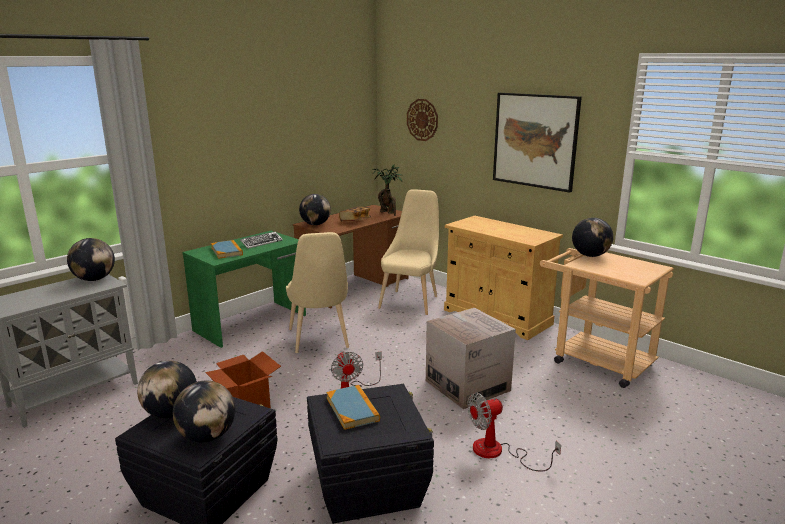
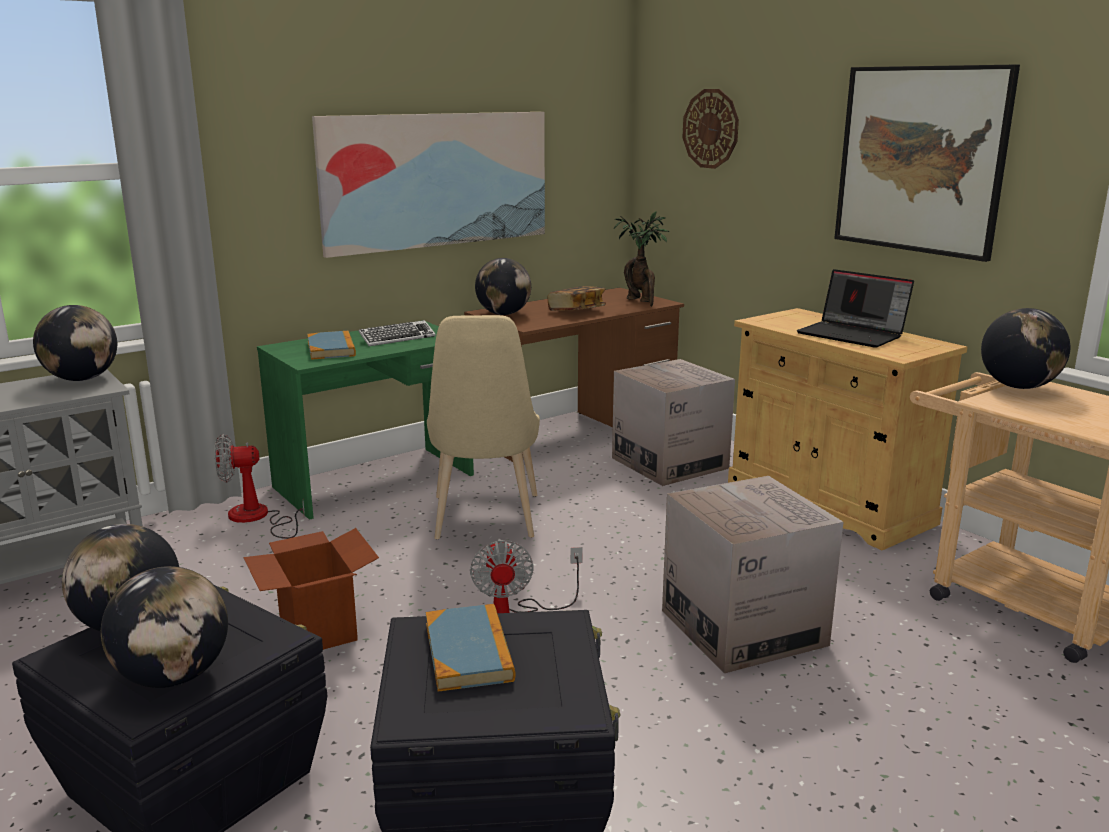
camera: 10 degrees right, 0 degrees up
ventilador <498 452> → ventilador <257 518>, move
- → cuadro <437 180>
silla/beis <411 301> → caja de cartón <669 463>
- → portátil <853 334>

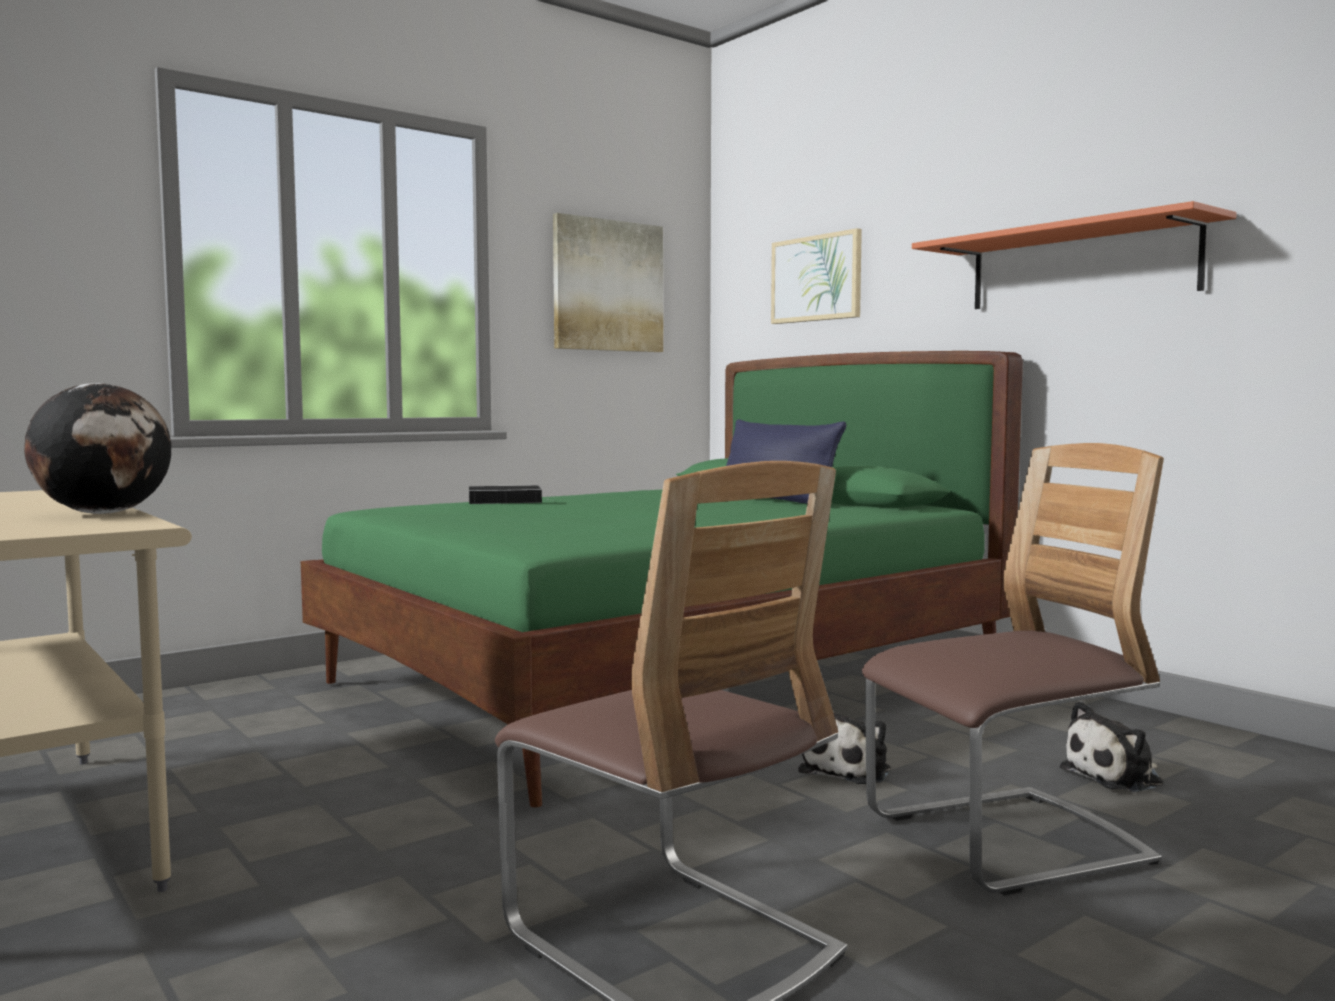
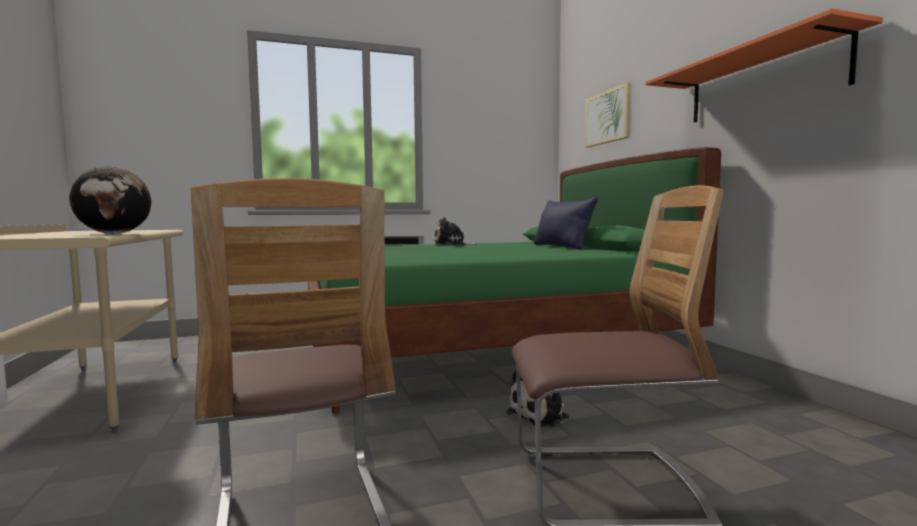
camera: 20 degrees right, 0 degrees up
peluche <1116 776> → peluche <452 245>, move
cuadro <607 286> → -

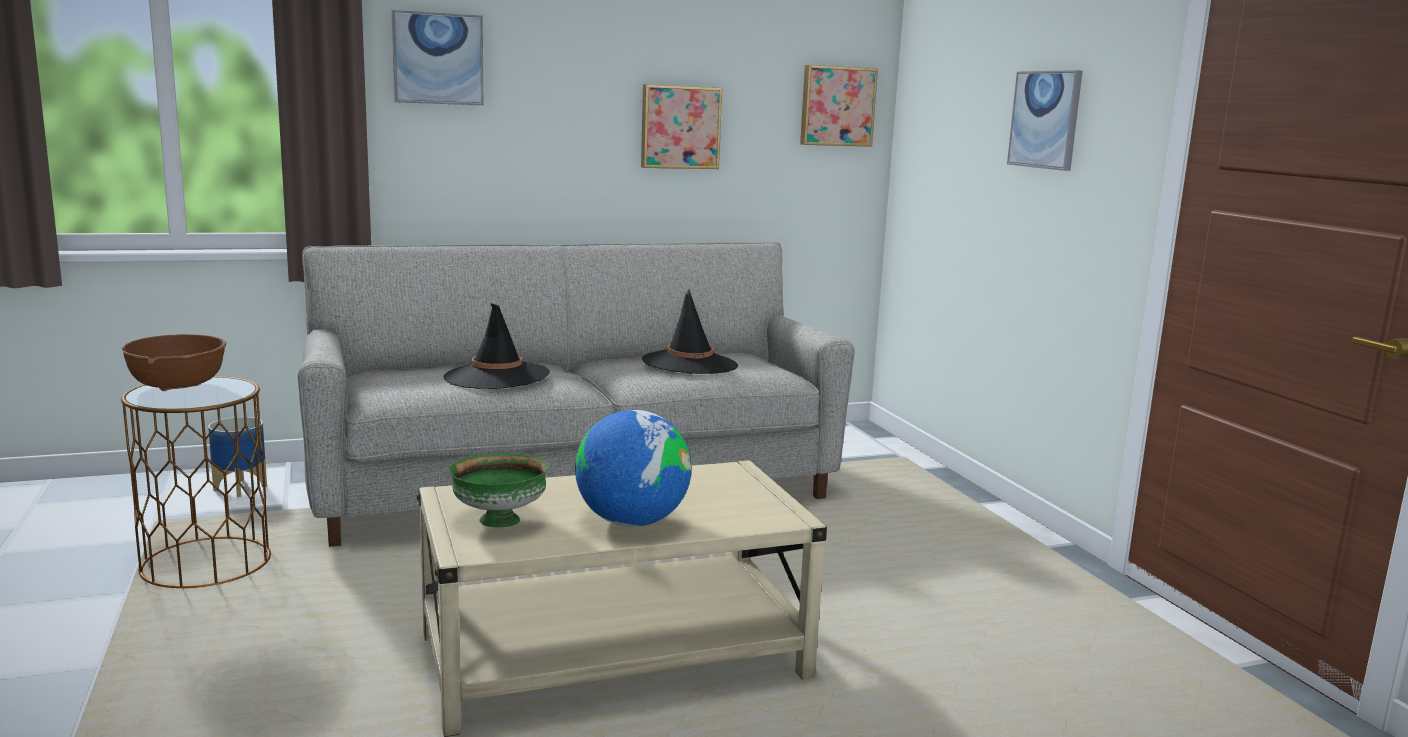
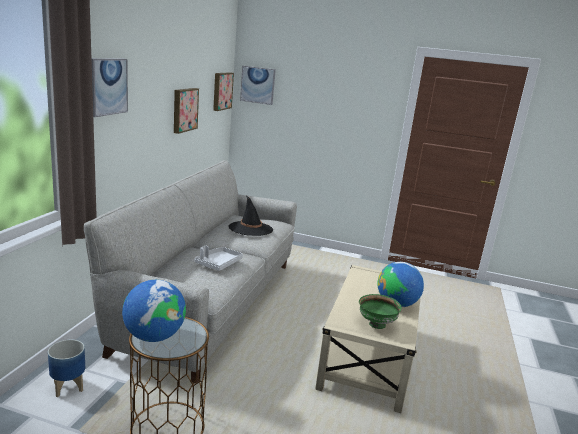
camera: 55 degrees left, 5 degrees up
cuenco/marrón <178 386> → globo terráqueo <154 336>
sombrero/negro <496 376> → bandeja/gris <218 264>
cuadro <1045 119> → cuadro <257 85>, move

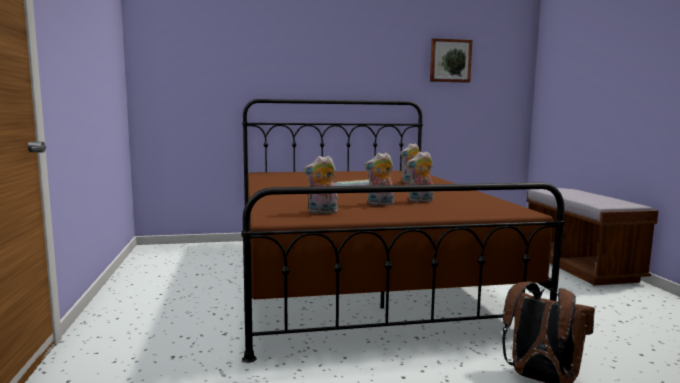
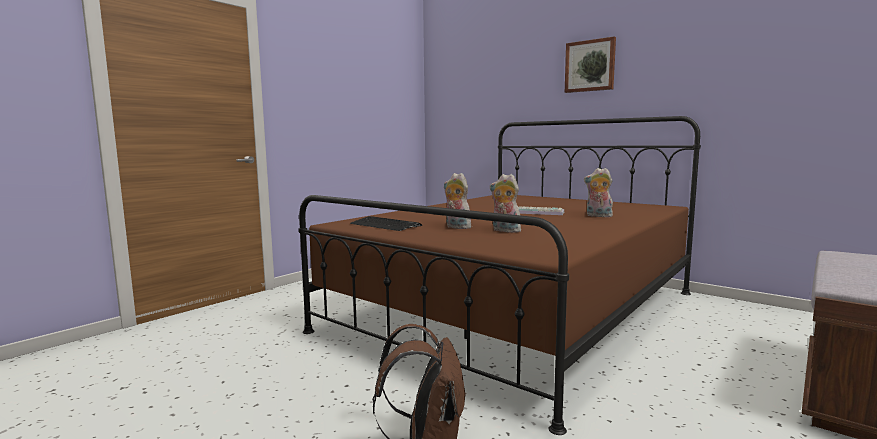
camera: 50 degrees right, 0 degrees up
peluche <322 212> → teclado <385 225>
cuadro <450 61> → cuadro <590 66>, move

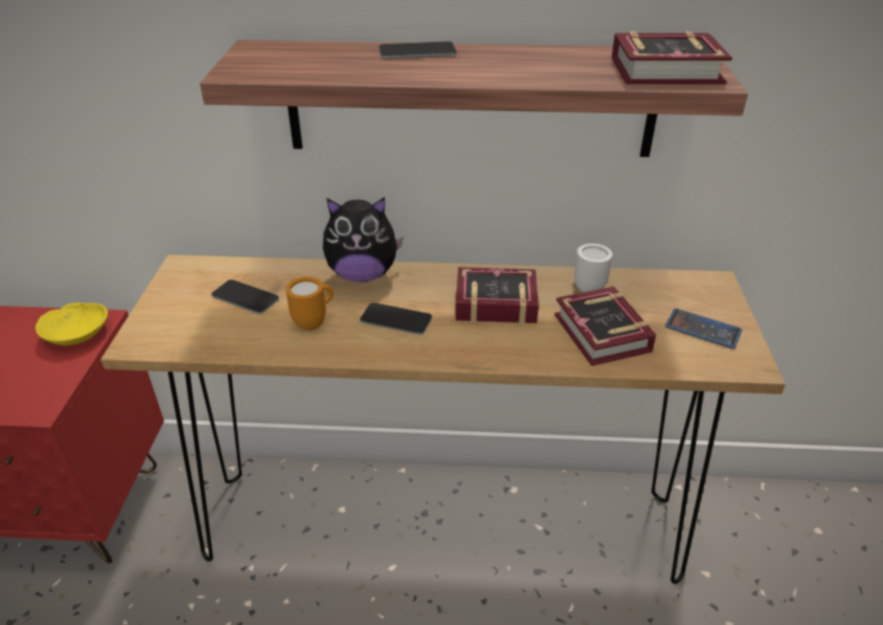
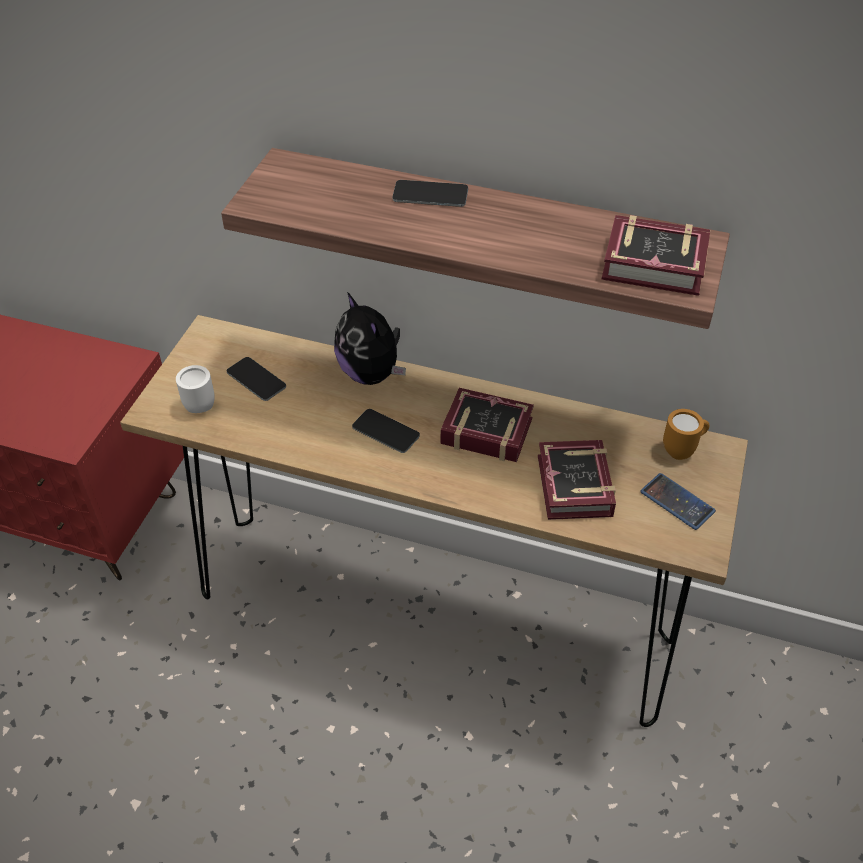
camera: 15 degrees right, 10 degrees up
taza grande/blanco <586 285> → taza grande/blanco <199 403>, move
peluche <362 274> → peluche <371 373>, 45 degrees clockwise
taza grande/naranja <314 322> → taza grande/naranja <682 450>, move
cuenco/amarillo <76 333> → -

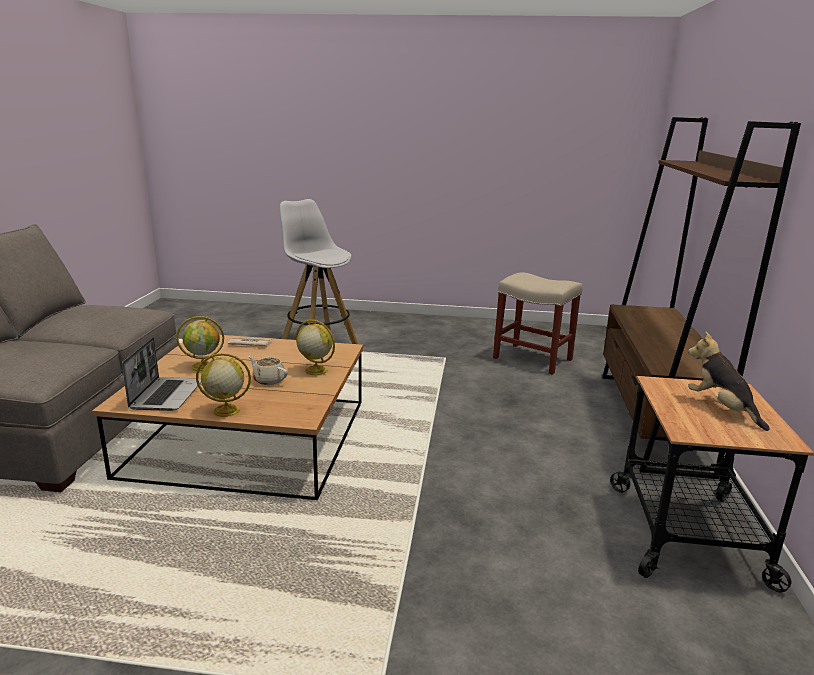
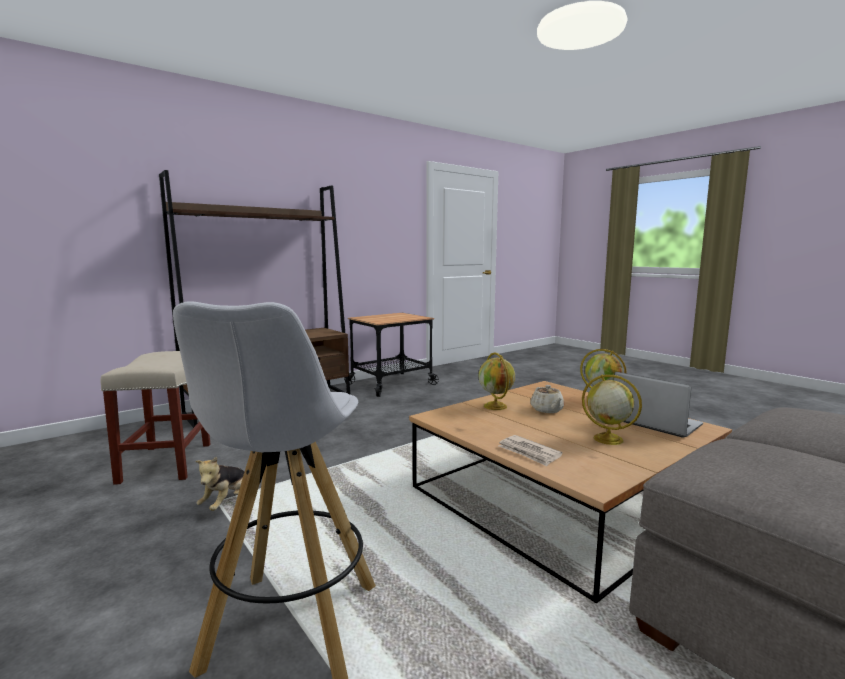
camera: 135 degrees left, 10 degrees down
peluche <721 409> → peluche <227 502>, move
portátil <166 395> → portátil <654 423>, 90 degrees clockwise

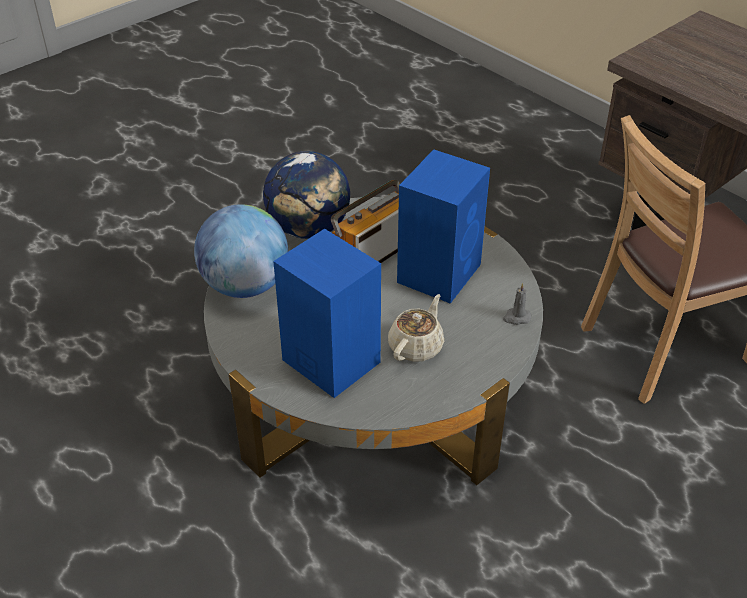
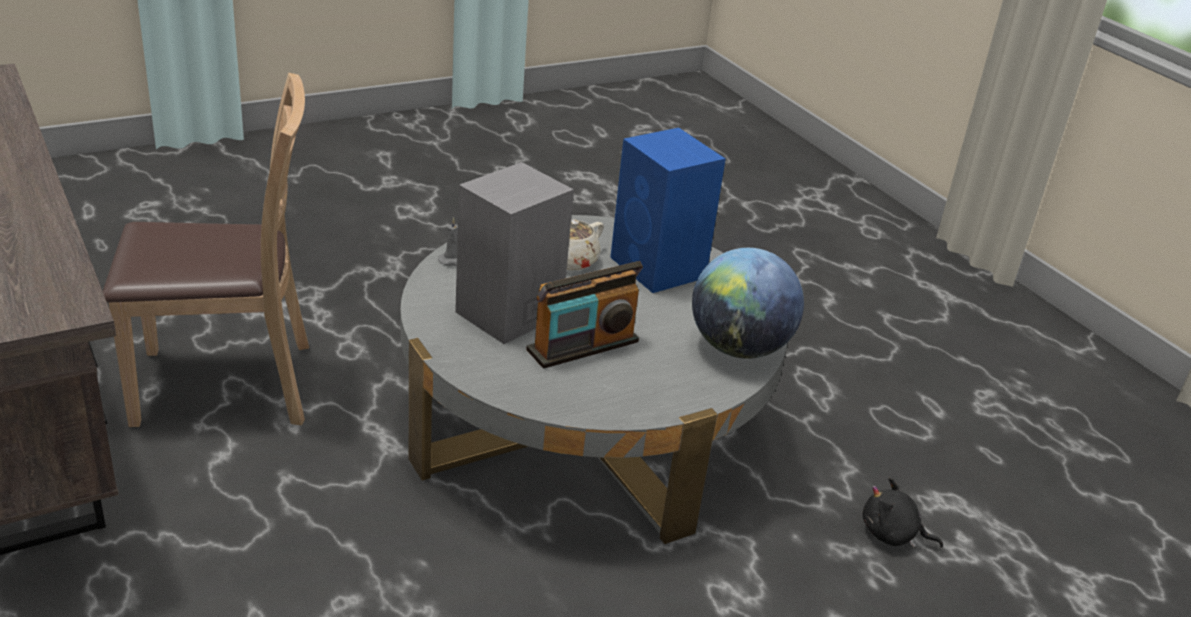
camera: 170 degrees left, 10 degrees down
altavoz/azul <440 272> → altavoz/gris <507 314>
- → peluche/negro <892 535>
globo terráqueo <309 229> → -

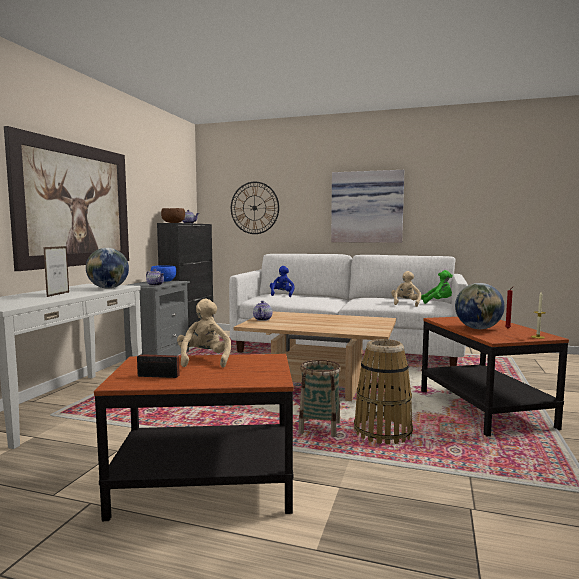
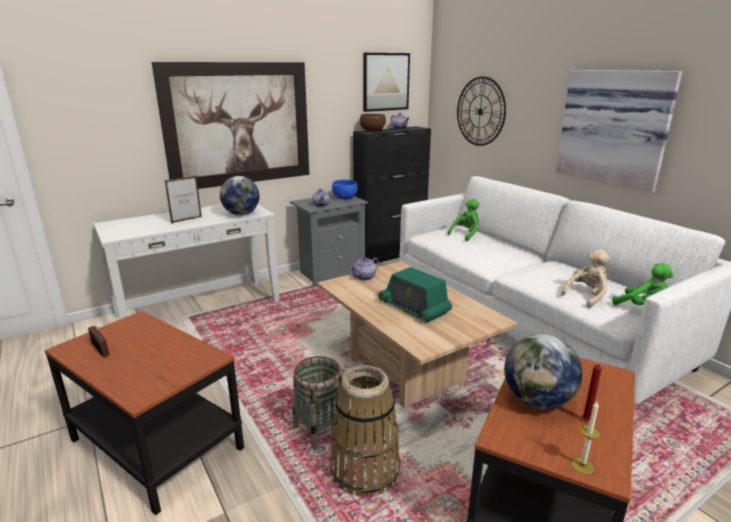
camera: 40 degrees right, 15 degrees up
- → cuadro <386 82>
- → radio <414 308>
peluche/azul <282 295> → peluche/verde <465 234>
peluche/beis <204 360> → -

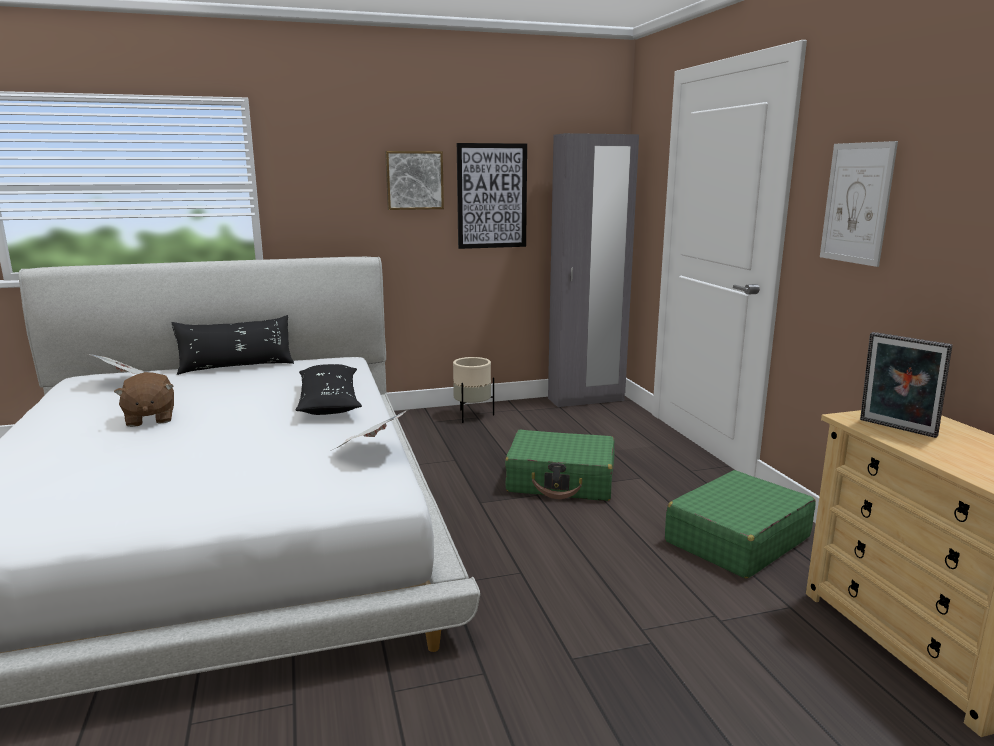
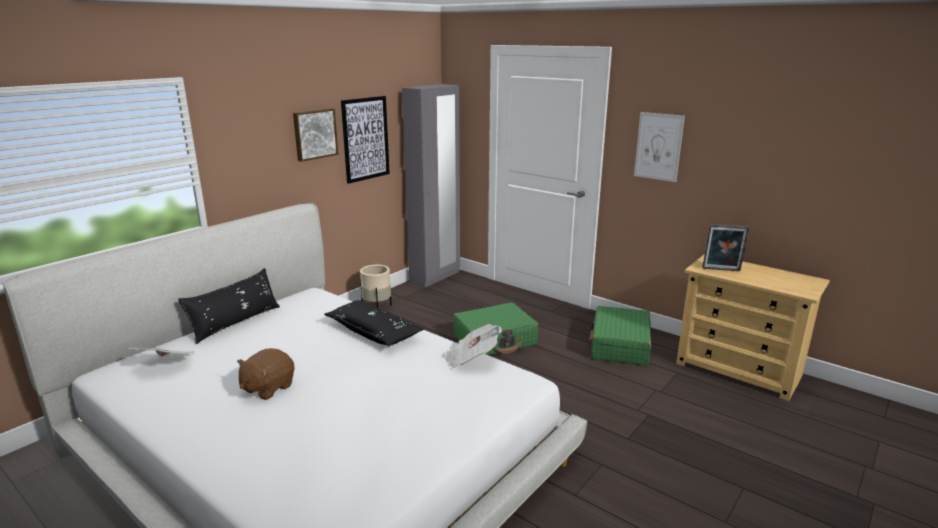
camera: 35 degrees left, 5 degrees up
peluche/marrón <149 419> → peluche/marrón <267 388>, 90 degrees clockwise

